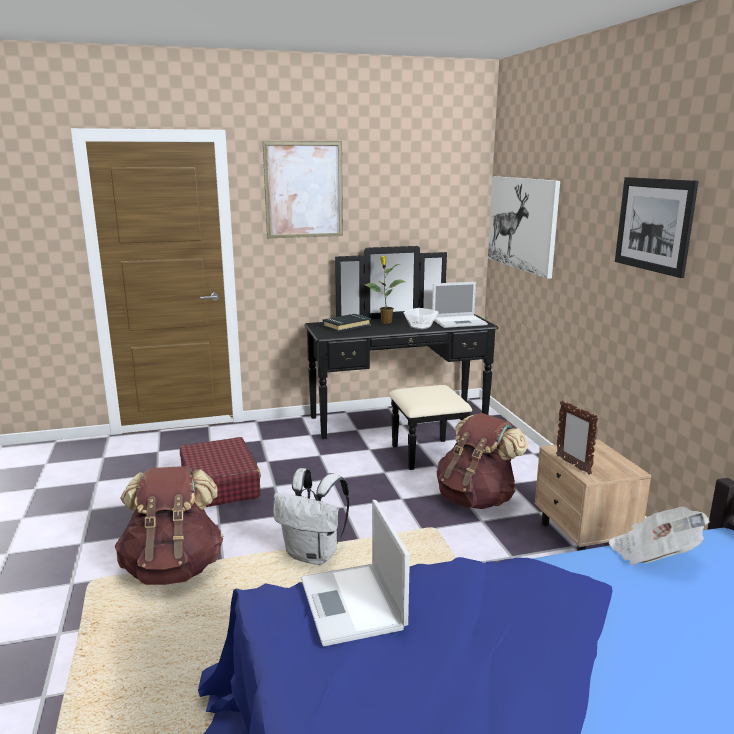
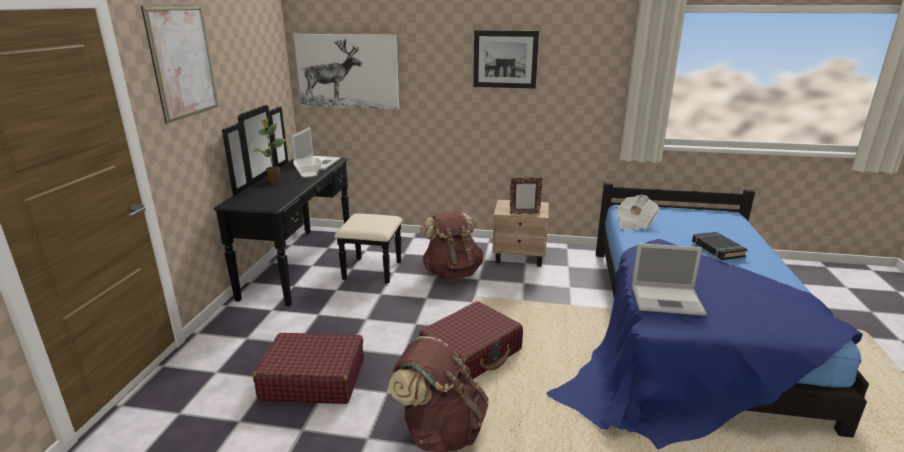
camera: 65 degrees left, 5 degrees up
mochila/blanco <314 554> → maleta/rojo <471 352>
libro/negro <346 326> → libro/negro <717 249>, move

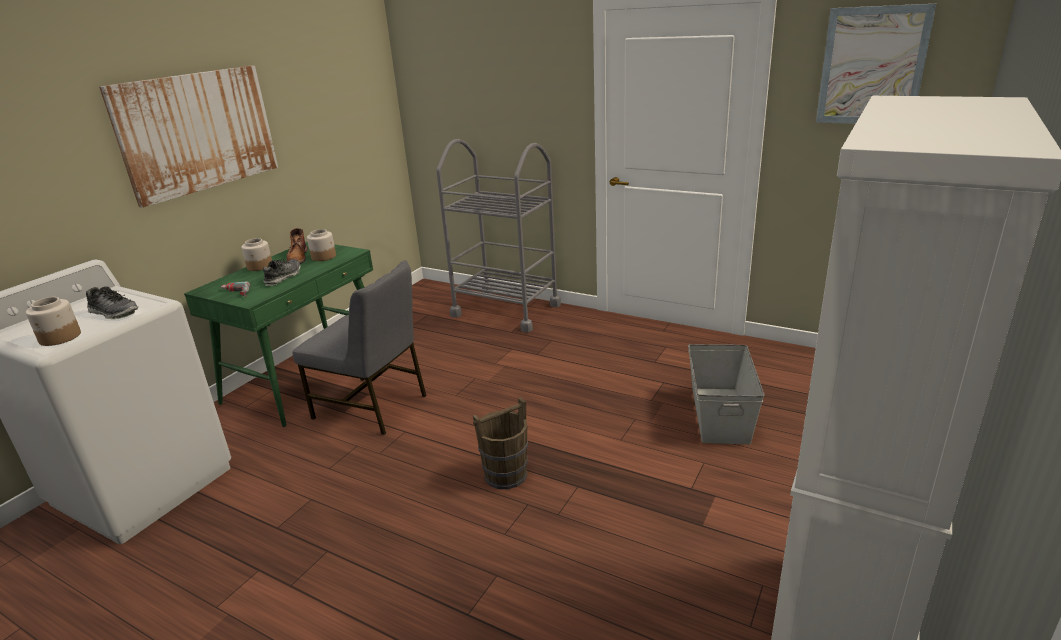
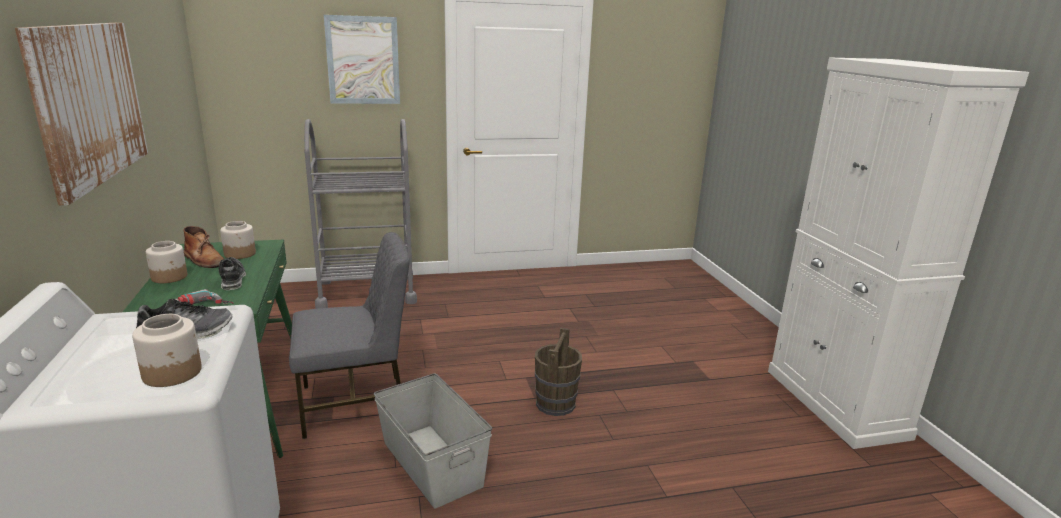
camera: 45 degrees left, 5 degrees down
cuadro <872 66> → cuadro <363 60>, move
caja de almacenaje/gris <719 414> → caja de almacenaje/gris <431 464>, move

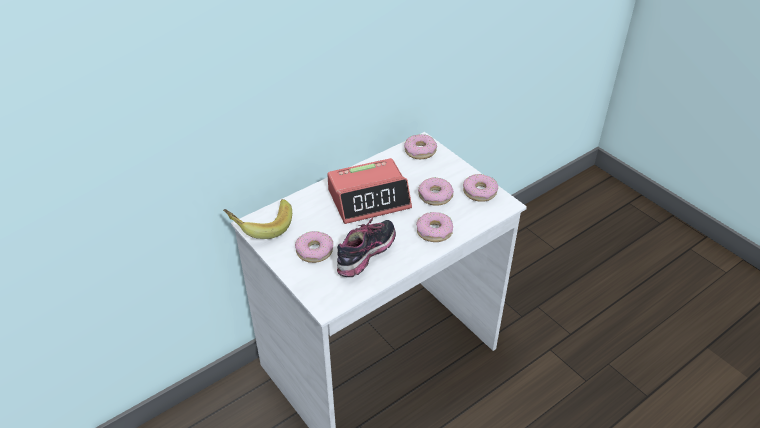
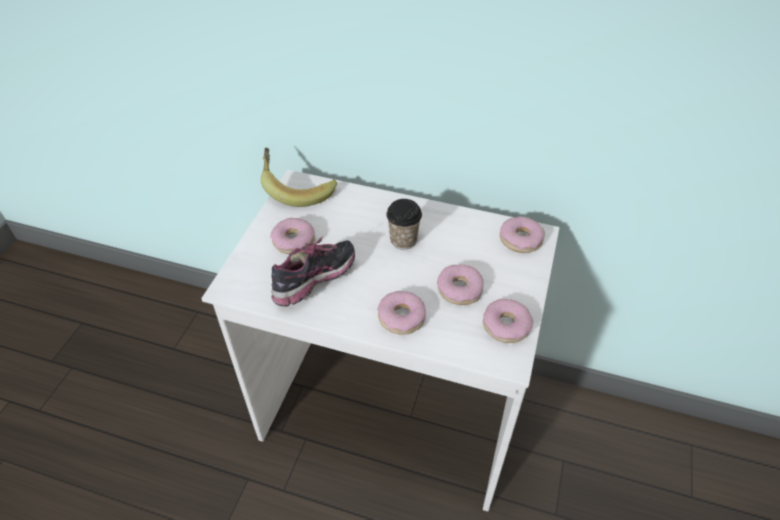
camera: 55 degrees right, 5 degrees up
zapato <366 257> → zapato <315 283>, 45 degrees counterclockwise
despertador <369 199> → taza <403 240>

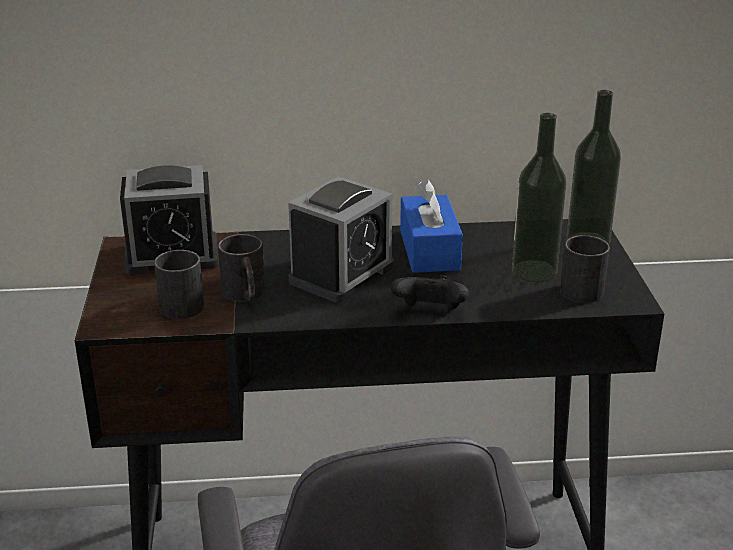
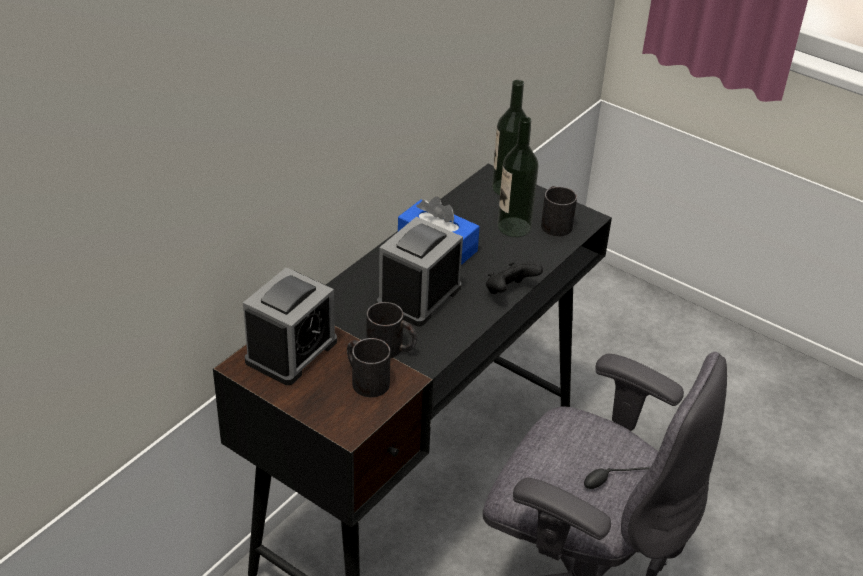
camera: 50 degrees left, 10 degrees up
despertador <341 274> → despertador <419 296>, 135 degrees counterclockwise

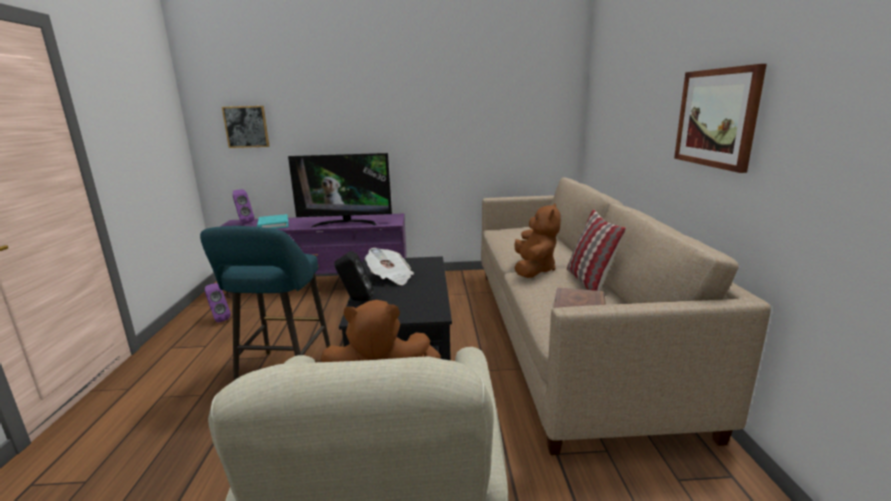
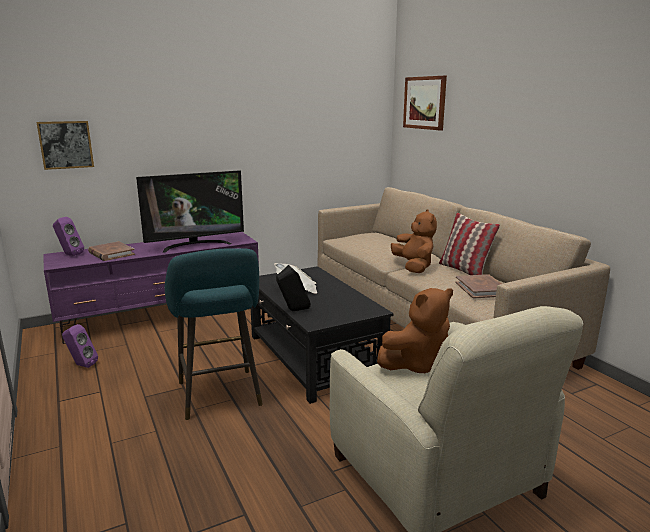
camera: 25 degrees left, 0 degrees up
libro/turquesa <273 224> → libro/marrón <111 253>
cuadro <716 118> → cuadro <424 103>, move

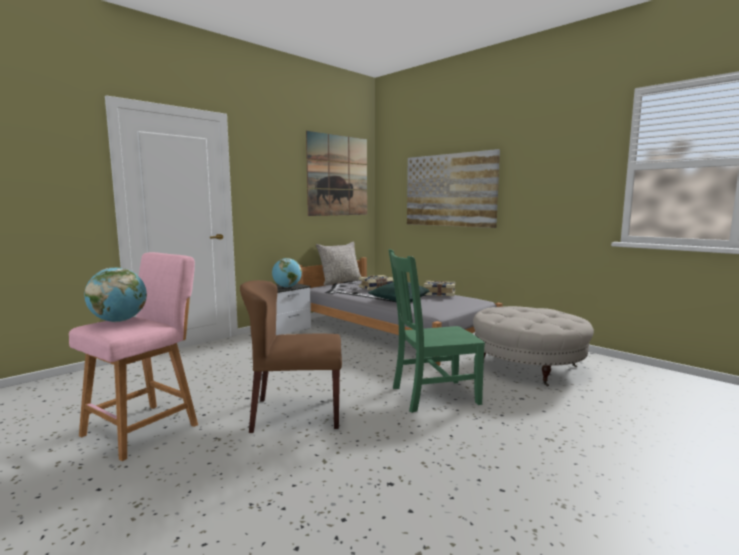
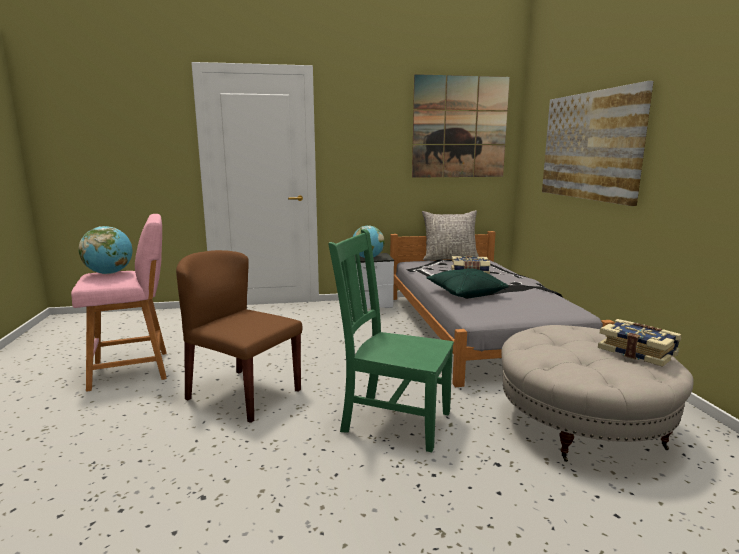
camera: 35 degrees right, 5 degrees up
libro <439 294> → libro <638 352>, move

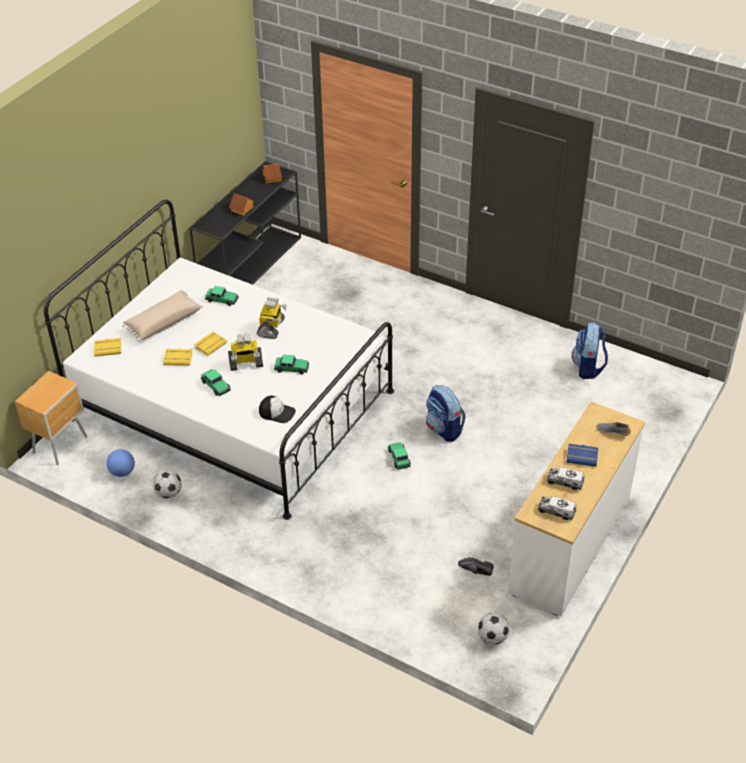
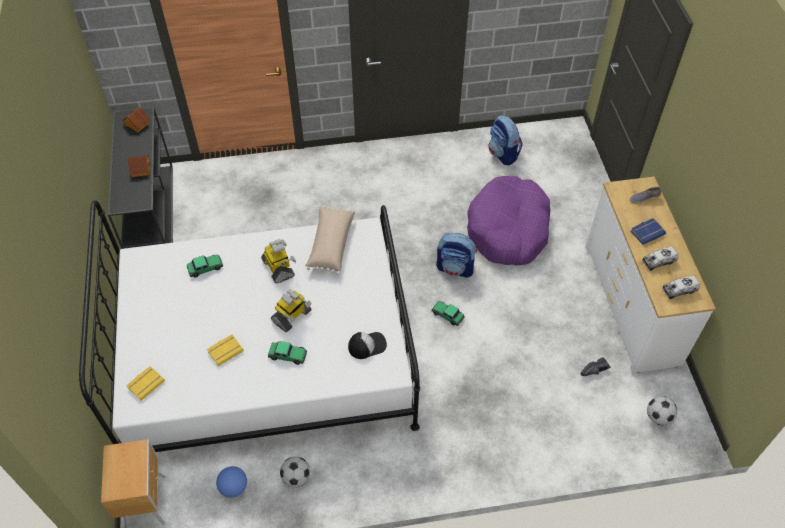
camera: 40 degrees left, 10 degrees up
cojín/beis <163 322> → cojín/beis <330 245>, move
- → cama para perro/morado <508 229>
libro/amarillo <210 345> → -
coche de juguete <292 368> → -

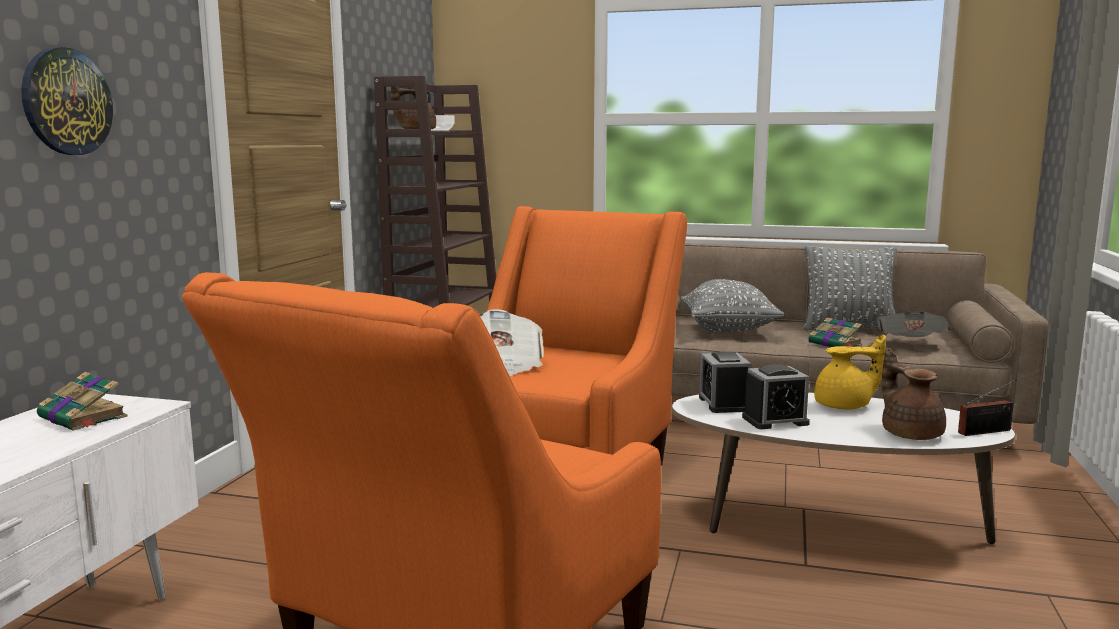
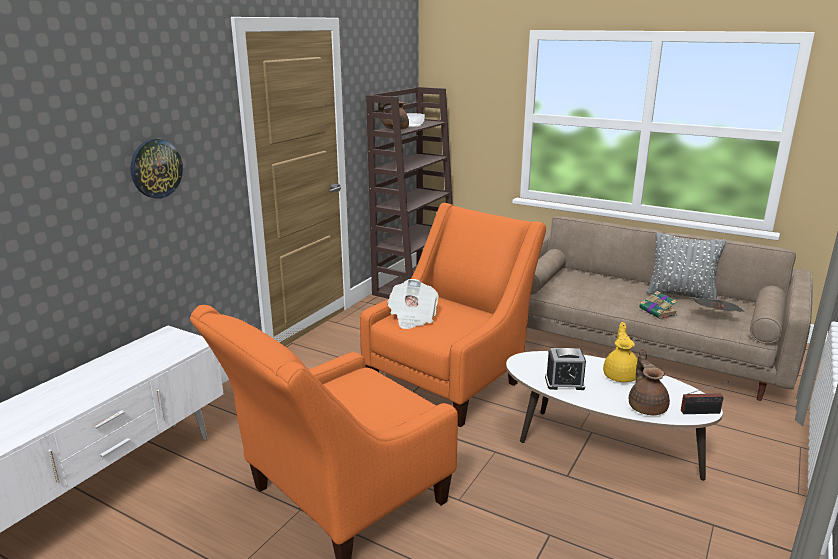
camera: 15 degrees right, 10 degrees up
tetera/amarillo <845 406> → tetera/amarillo <620 375>, 90 degrees counterclockwise
libro <84 418> → -
cojín/gris <728 331> → -
despertador <723 404> → -

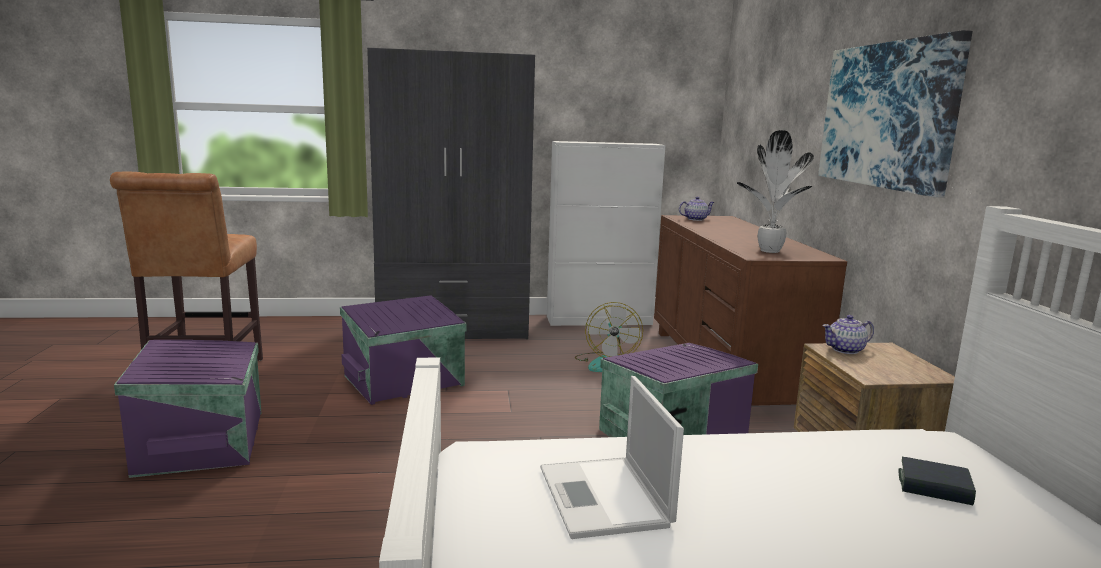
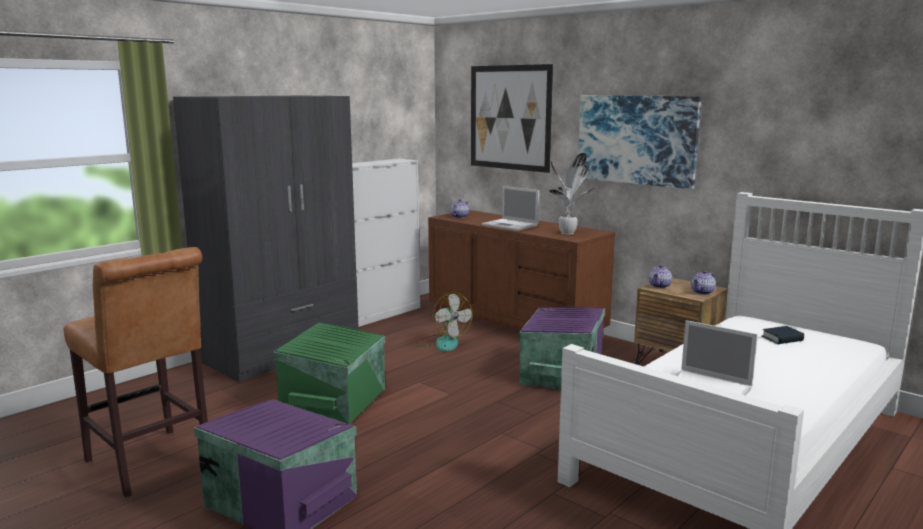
camera: 40 degrees left, 0 degrees up
caja de almacenaje/morado <405 381> → caja de almacenaje/verde <336 402>
- → cuadro <509 117>
- → portátil <511 225>
- → tetera <703 292>

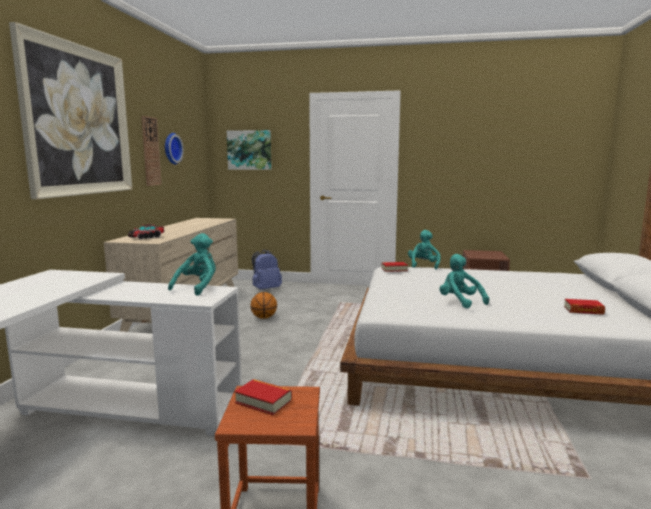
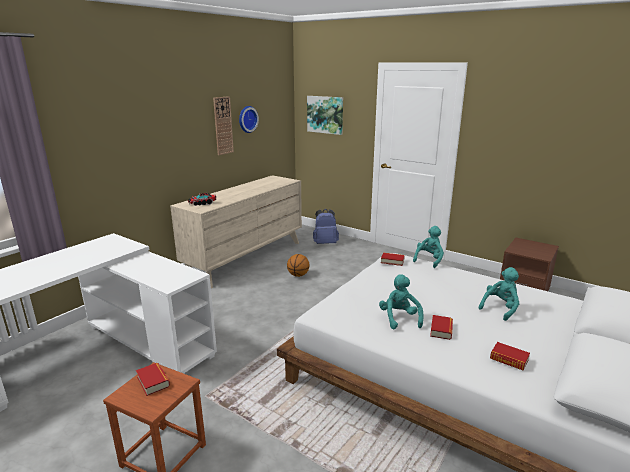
camera: 25 degrees right, 10 degrees up
- → libro <441 330>
peluche/turquesa <198 287> → peluche/turquesa <500 308>, move
cuadro <78 120> → -

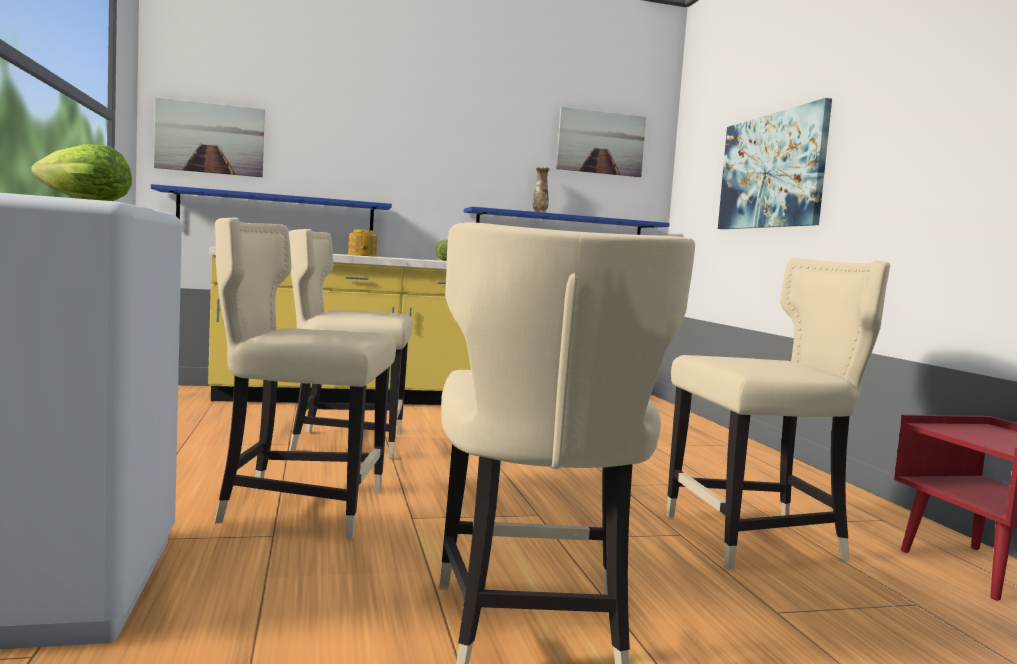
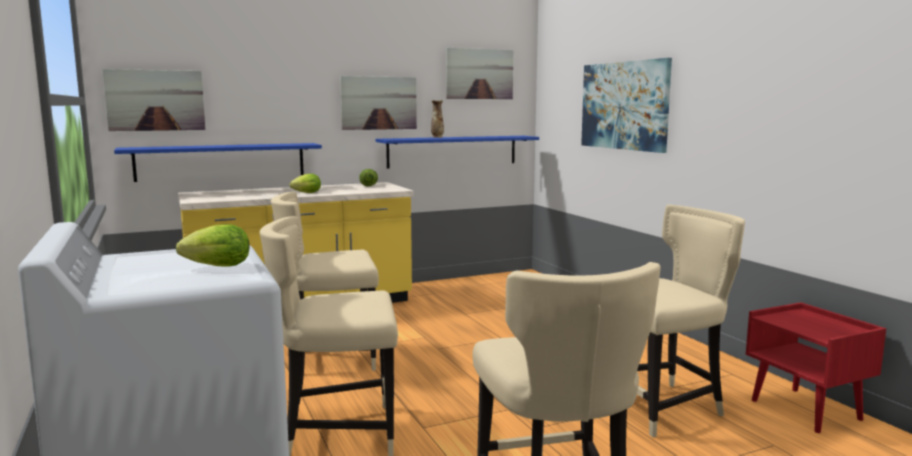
camera: 10 degrees left, 5 degrees up
tetera <362 255> → lechuga <305 193>
- → cuadro <379 103>

